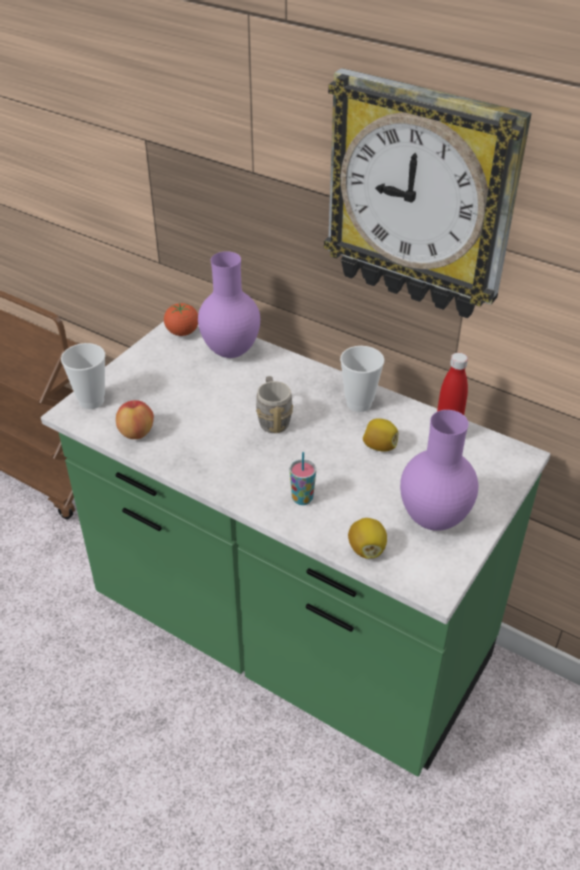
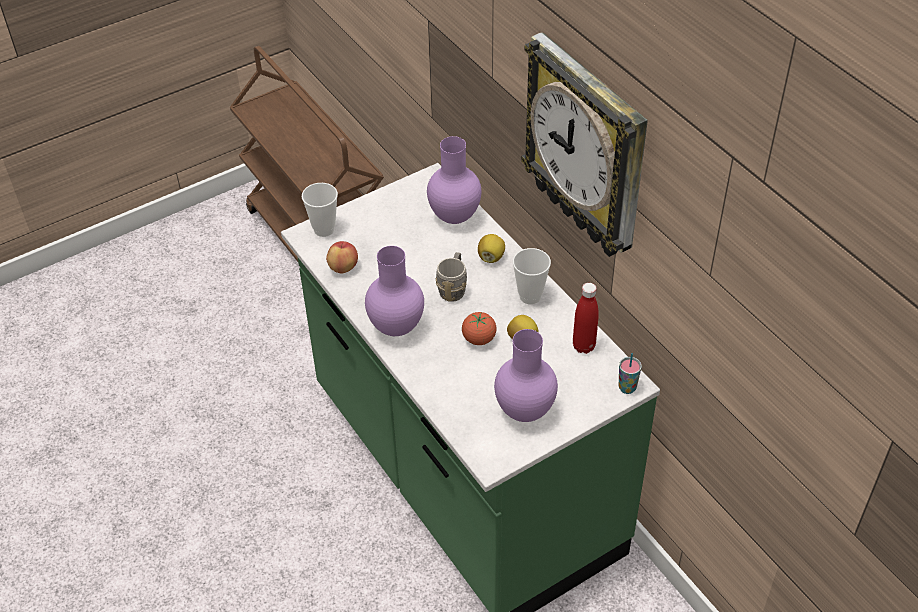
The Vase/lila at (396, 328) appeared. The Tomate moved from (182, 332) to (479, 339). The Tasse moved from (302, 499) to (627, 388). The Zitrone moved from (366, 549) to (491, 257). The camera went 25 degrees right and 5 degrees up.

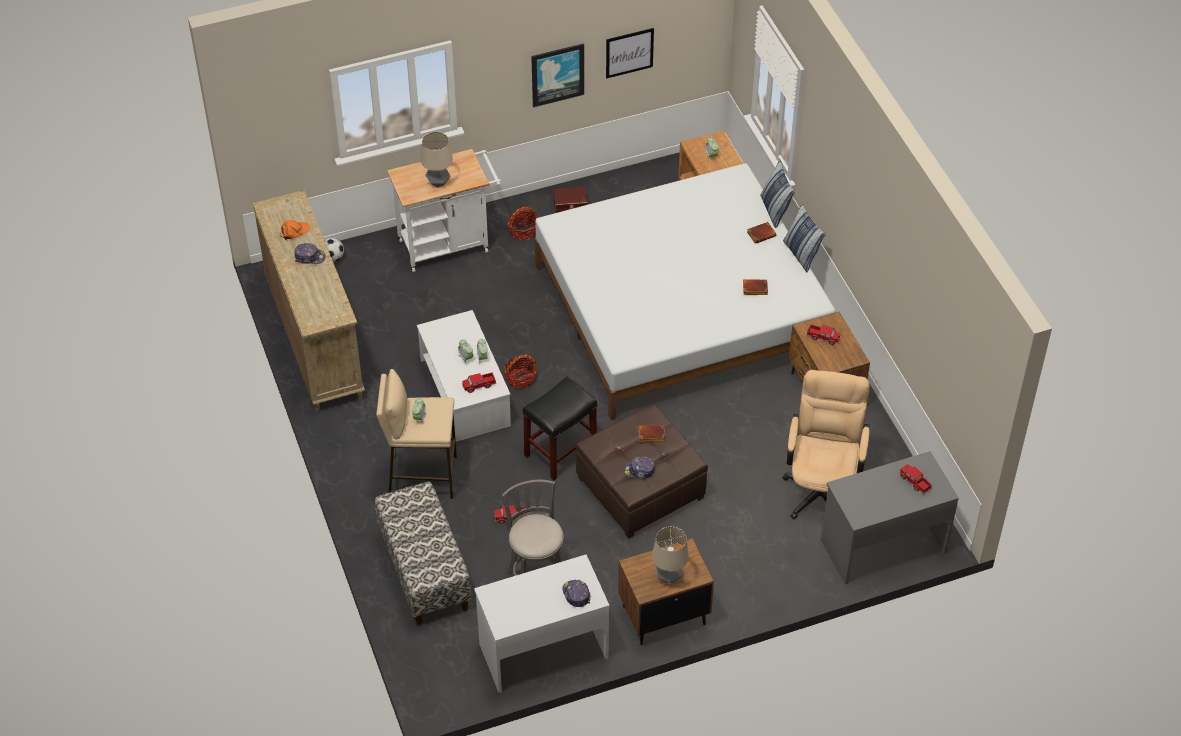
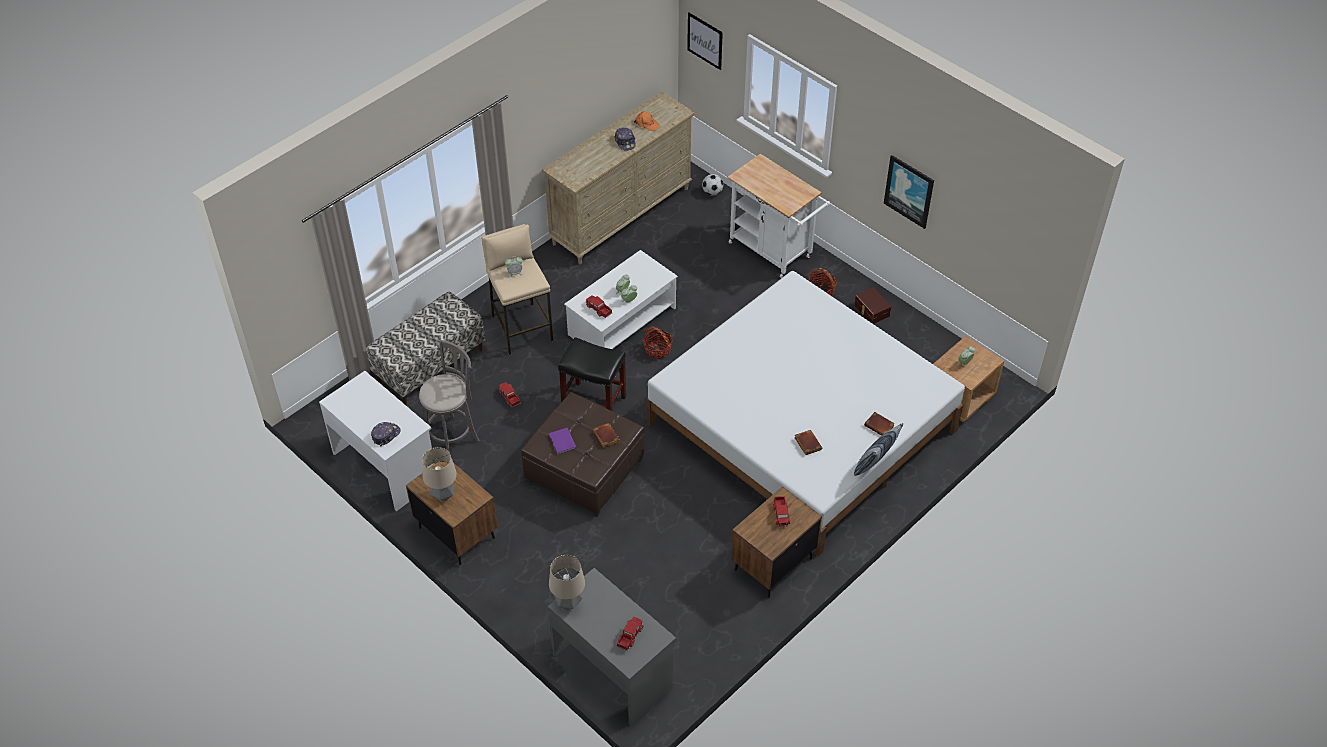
The Kissen at (775, 210) disappeared. The Bürostuhl/beige at (822, 486) disappeared. The Tischlampe moved from (438, 182) to (568, 603). The Bild moved from (629, 52) to (705, 41). The Kappe at (639, 471) was replaced by the Buch/lila at (562, 442). The camera went 65 degrees right and 0 degrees up.

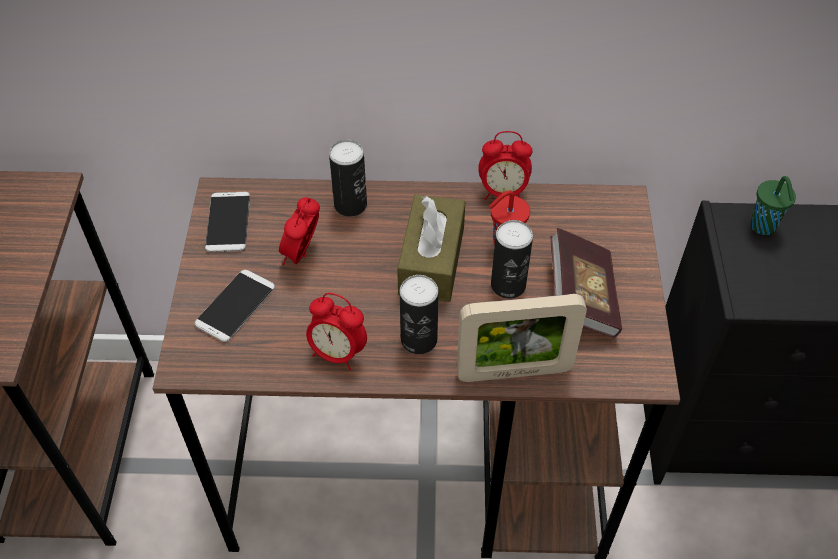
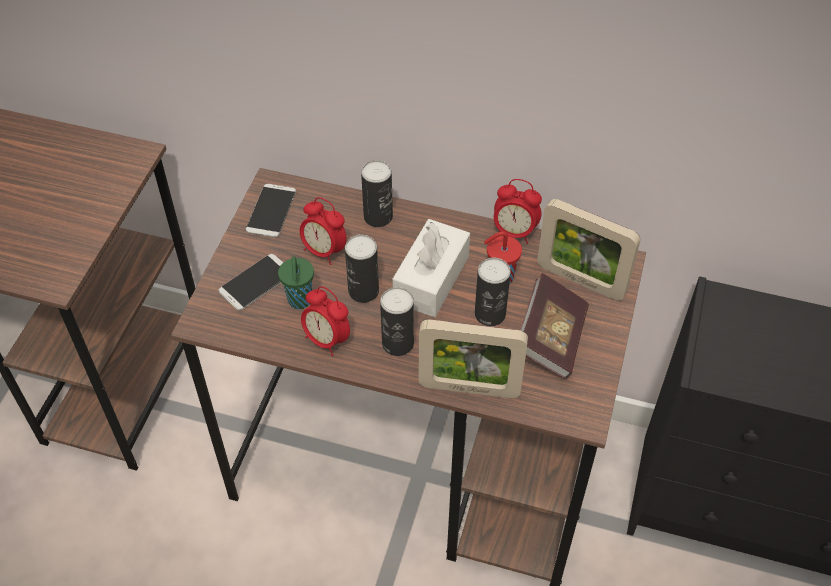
The Dose at (363, 291) appeared. The Bilderrahmen at (580, 280) appeared. The Tasse/grün moved from (763, 227) to (299, 301). The Taschentuchbox/braun at (431, 260) became the Taschentuchbox/weiß at (431, 279). The Wecker at (302, 254) turned 90 degrees counterclockwise. The camera went 15 degrees right and 0 degrees up.

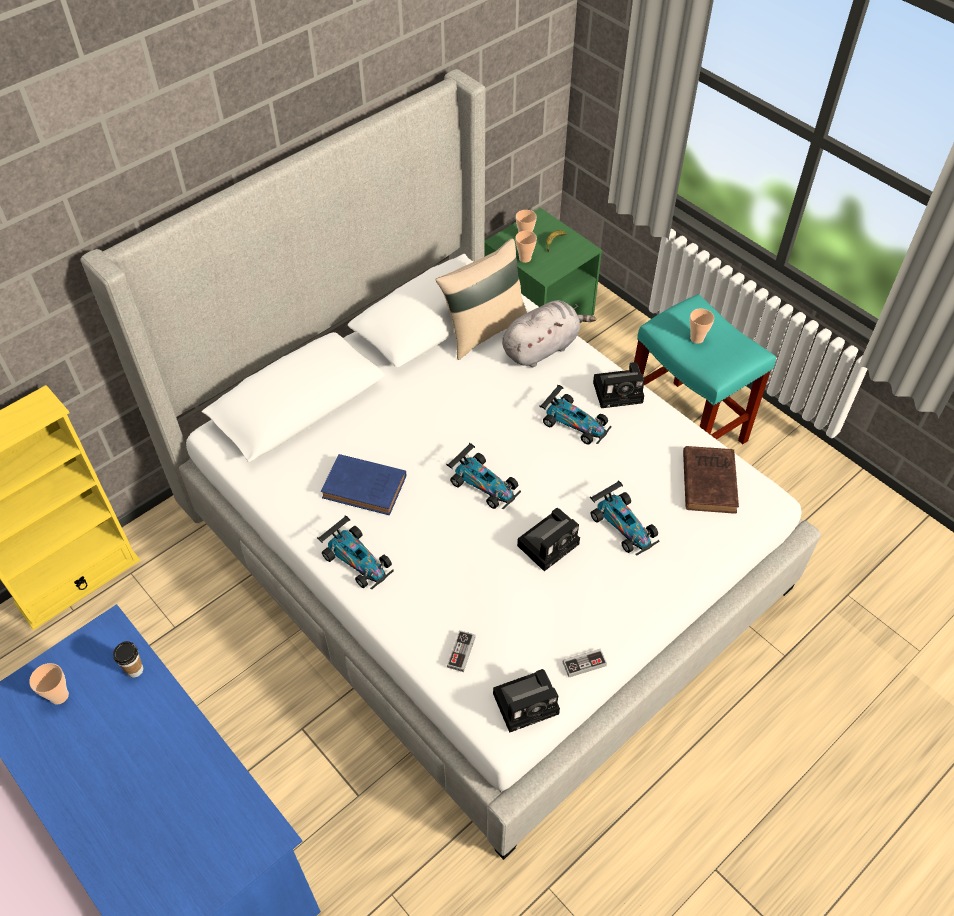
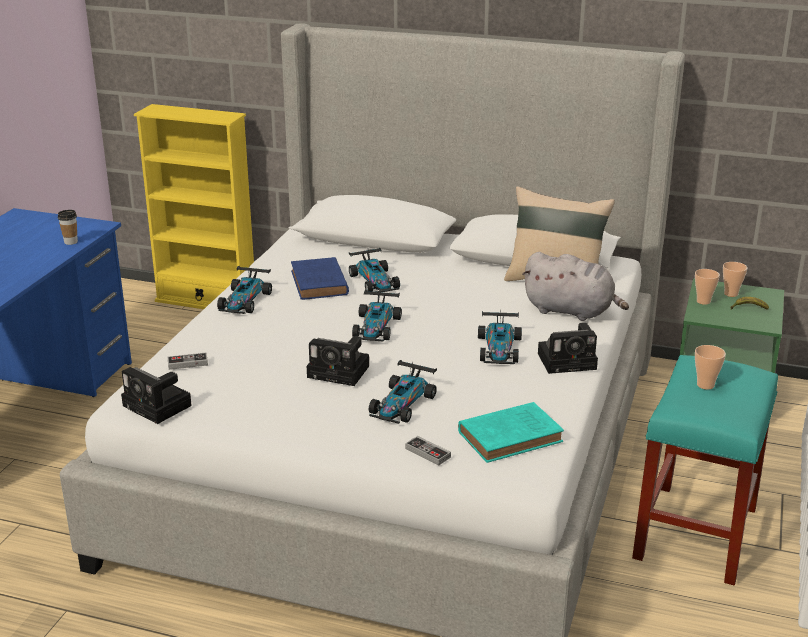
The Tasse at (59, 696) disappeared. The Spielzeugauto at (375, 281) appeared. The Gamepad moved from (584, 664) to (427, 453). The Buch/braun at (708, 481) became the Buch/türkis at (512, 436). The Kamera at (619, 392) turned 60 degrees counterclockwise. The camera went 60 degrees right and 25 degrees down.

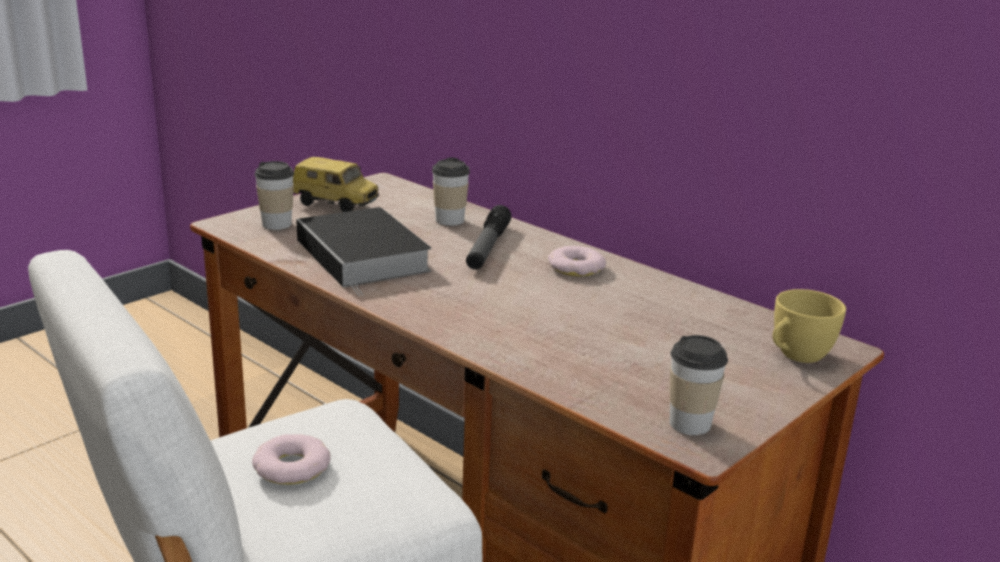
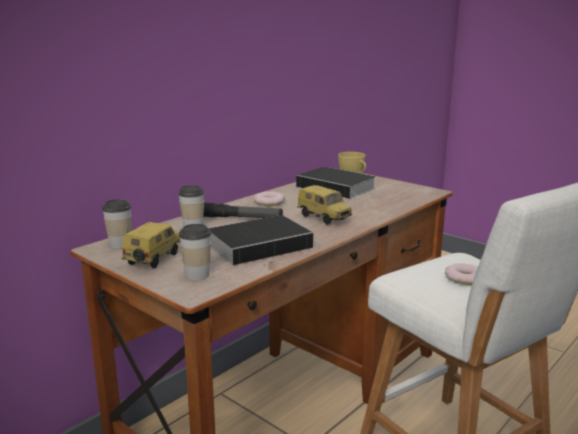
The Buch at (338, 188) appeared. The Spielzeugauto at (324, 218) appeared. The Tasse moved from (690, 423) to (120, 244). The camera went 90 degrees left and 5 degrees down.

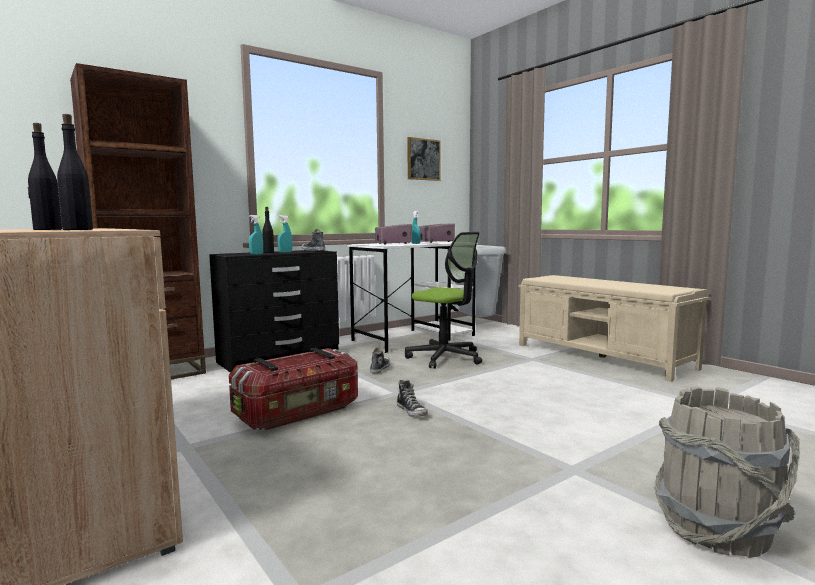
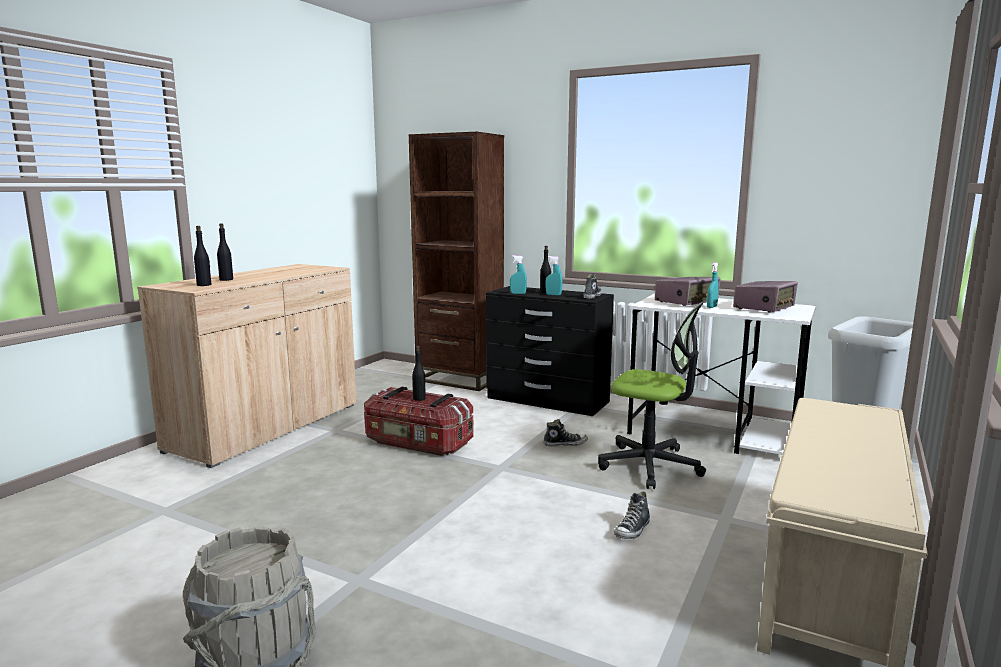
The Bild at (423, 159) disappeared. The Flasche/schwarz at (419, 399) appeared. The Schuh moved from (412, 411) to (632, 530). The Bürostuhl at (445, 358) turned 75 degrees counterclockwise. The camera went 65 degrees right and 5 degrees up.

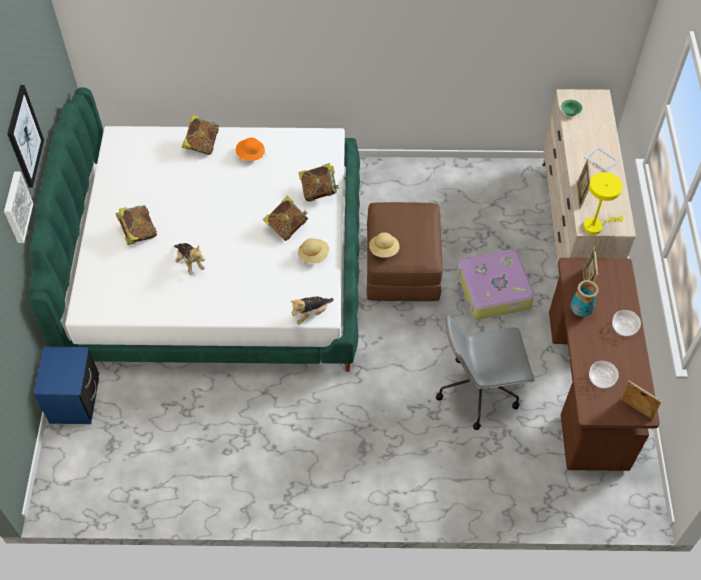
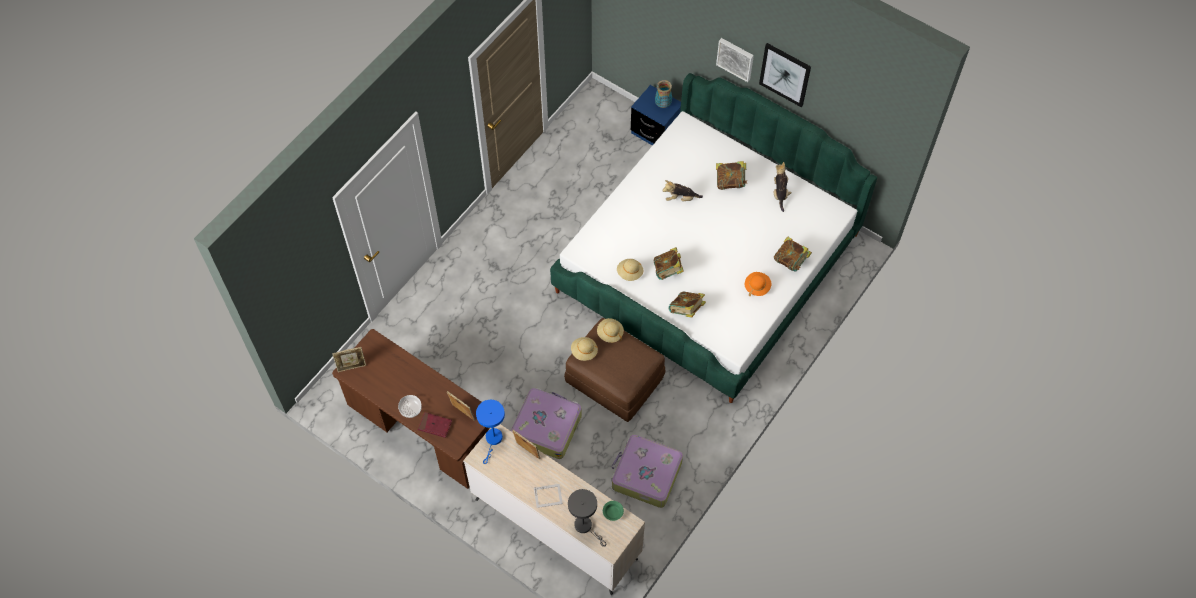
The Bürostuhl/grau at (479, 391) disappeared. The Schüssel at (601, 379) disappeared. The Buch/rot at (435, 425) appeared. The Tischlampe/grau at (585, 527) appeared. The Hut/beige at (584, 352) appeared. The Koffer at (645, 475) appeared. The Plüschtier moved from (311, 313) to (780, 193). The Vase moved from (580, 311) to (663, 104). The Tischlampe/gelb at (595, 226) became the Tischlampe/blau at (493, 440). The camera went 125 degrees right and 5 degrees up.

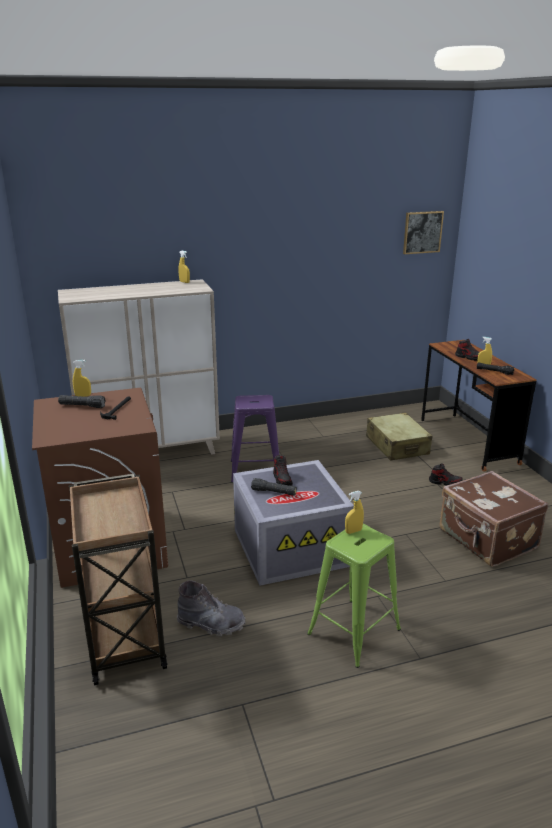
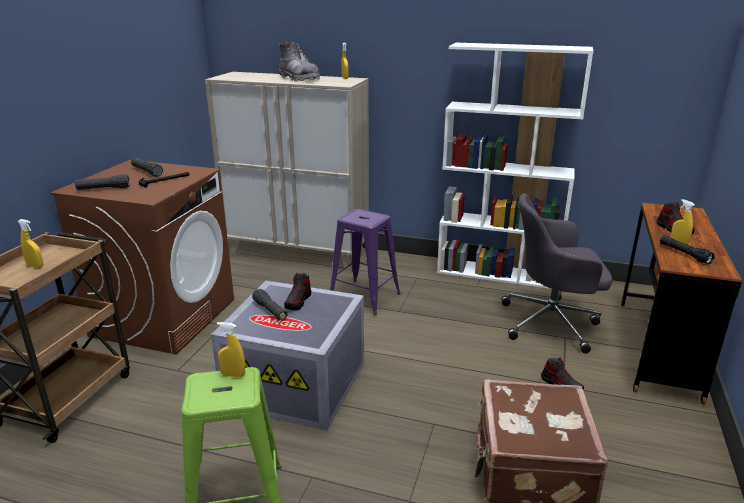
The Bild at (422, 232) disappeared. The Taschenlampe/schwarz at (103, 189) appeared. The Bücherregal/weiß at (498, 273) appeared. The Sprühflasche/gelb moved from (83, 396) to (35, 266). The Stiefel/grau moved from (211, 624) to (299, 79). The Koffer/beige at (397, 445) was replaced by the Bürostuhl/grau at (552, 323). The camera went 35 degrees right and 0 degrees up.

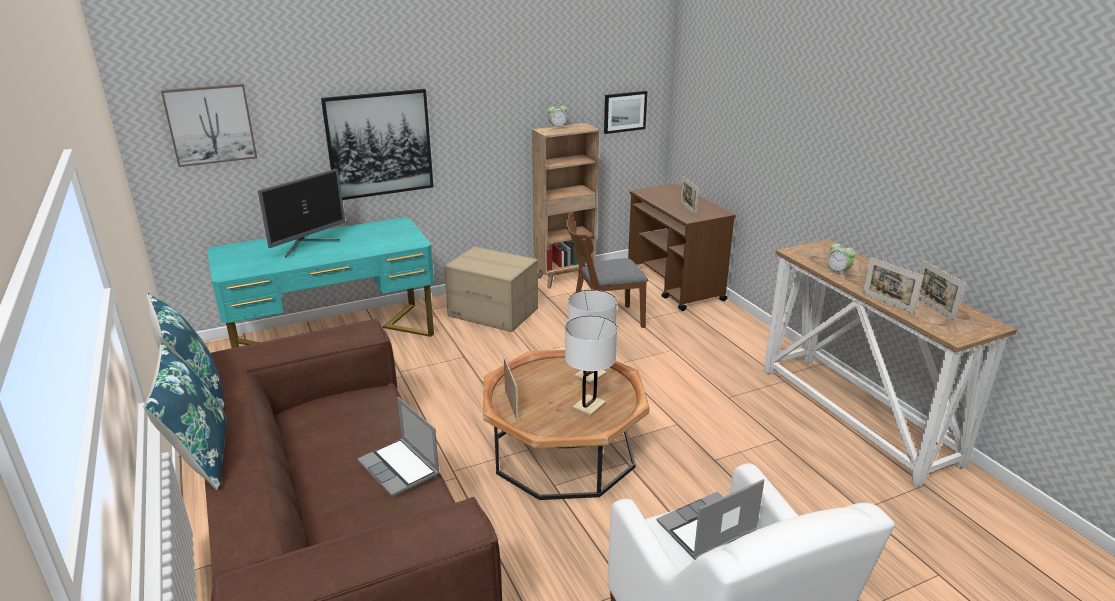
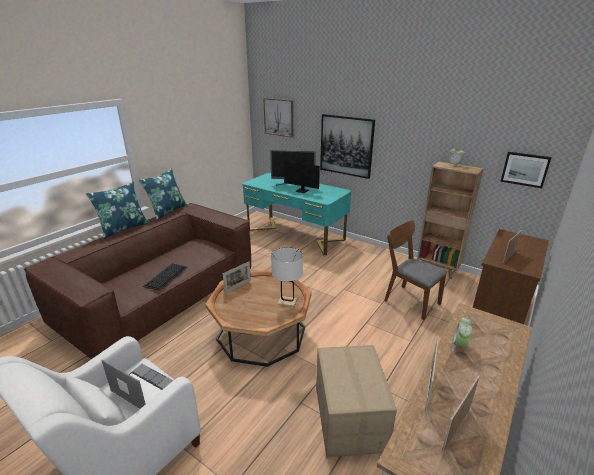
The Tischlampe/weiß at (589, 406) disappeared. The Monitor at (303, 191) appeared. The Karton moved from (493, 312) to (350, 418). The Laptop at (400, 468) was replaced by the Tastatur at (165, 276). The camera went 60 degrees right and 0 degrees up.

